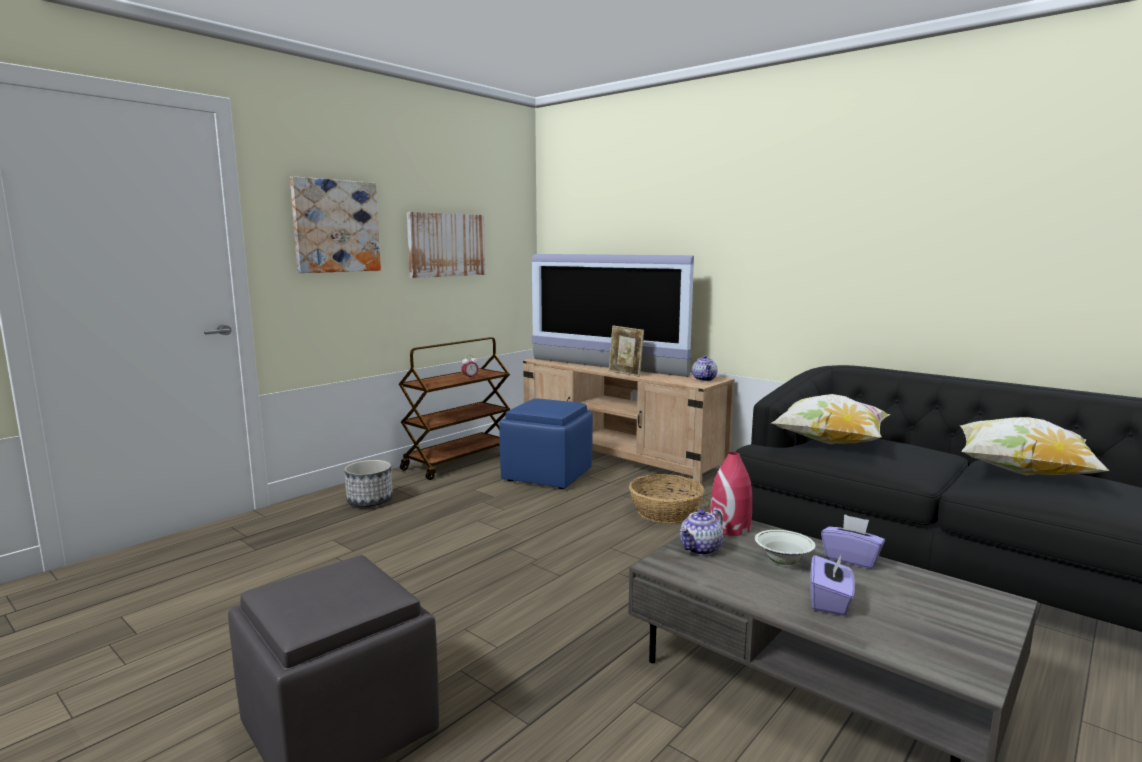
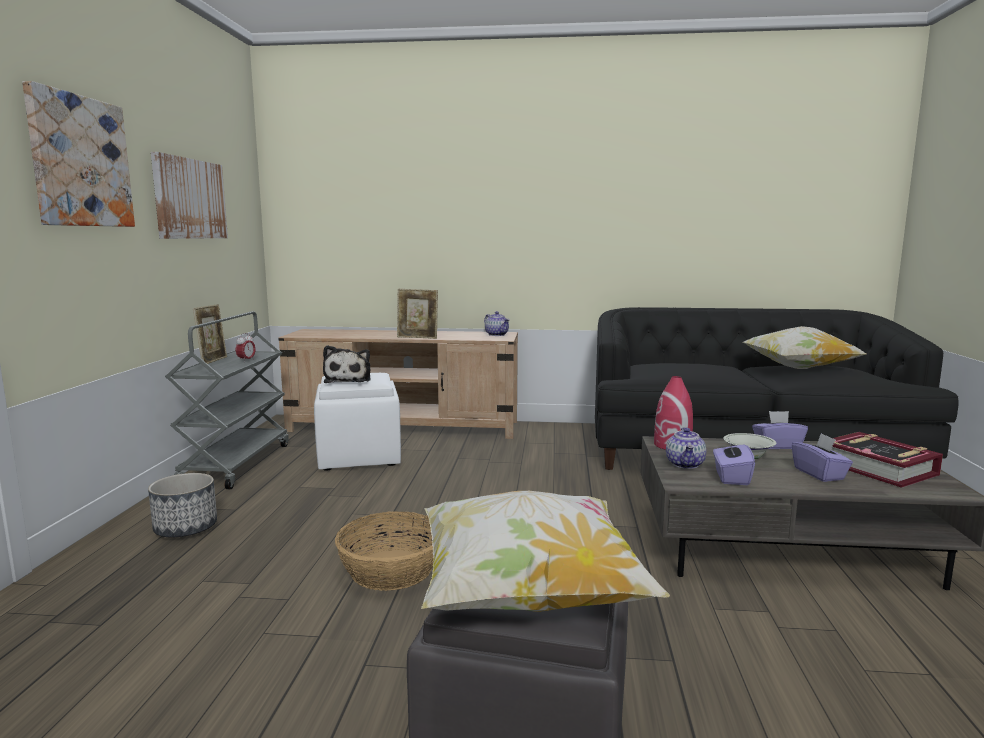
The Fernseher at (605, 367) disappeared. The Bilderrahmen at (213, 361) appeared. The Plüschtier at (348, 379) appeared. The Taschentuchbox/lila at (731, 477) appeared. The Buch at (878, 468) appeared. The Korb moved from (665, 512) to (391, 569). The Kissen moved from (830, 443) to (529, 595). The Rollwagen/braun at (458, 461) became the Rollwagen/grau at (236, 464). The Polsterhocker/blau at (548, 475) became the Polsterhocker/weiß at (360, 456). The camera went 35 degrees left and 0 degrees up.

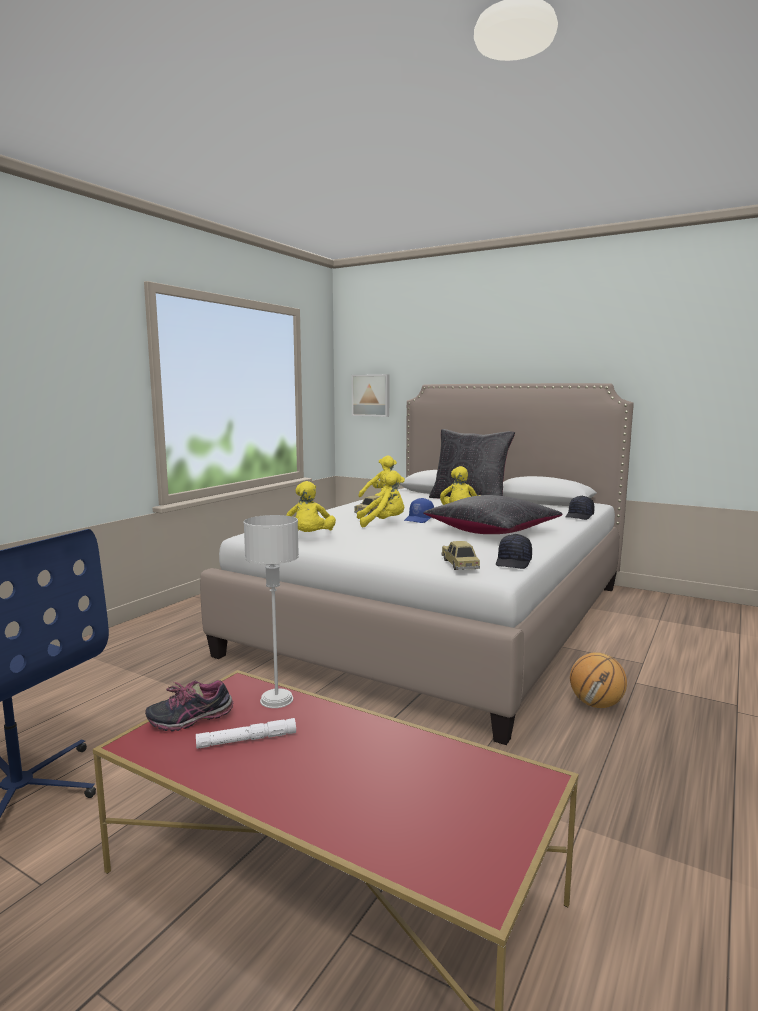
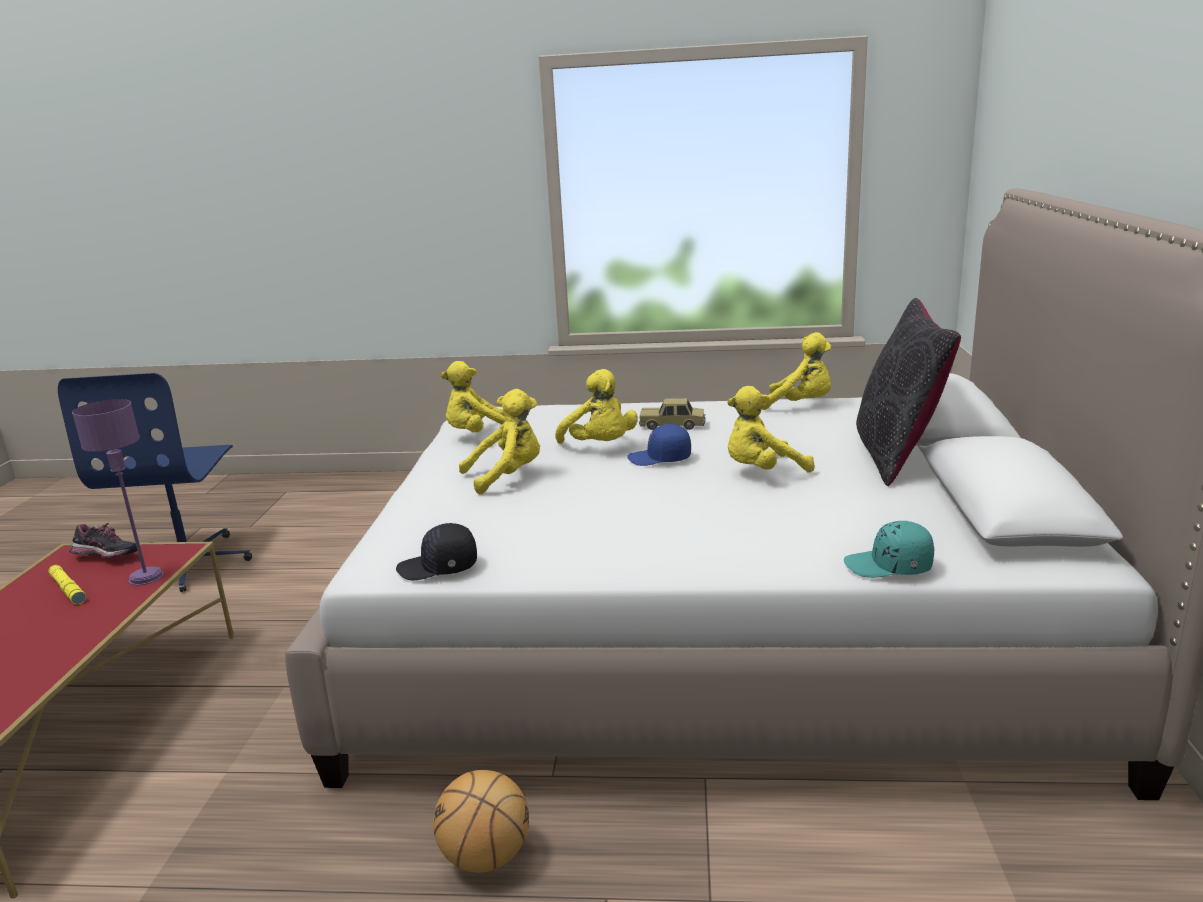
The Bild at (371, 395) disappeared. The Kissen/schwarz at (491, 531) disappeared. The Spielzeugauto at (459, 565) disappeared. The Plüschtier/gelb at (507, 476) appeared. The Taschenlampe/weiß at (246, 740) became the Taschenlampe/gelb at (68, 589). The Tischlampe/grau at (276, 699) became the Tischlampe/lila at (147, 577). The Kappe/schwarz at (580, 516) became the Kappe/türkis at (889, 566). The Schuh at (191, 720) turned 150 degrees clockwise. The camera went 65 degrees right and 10 degrees up.

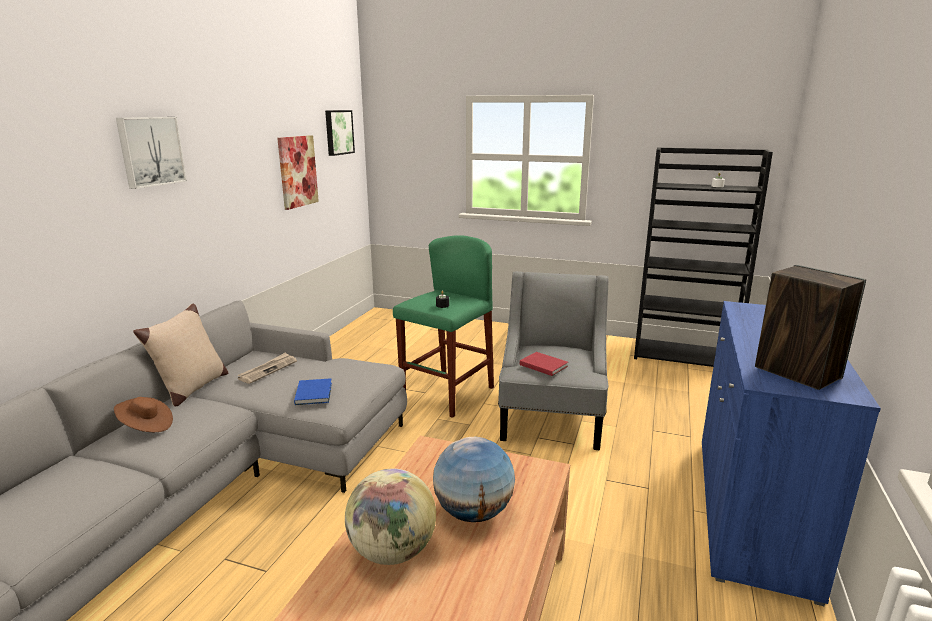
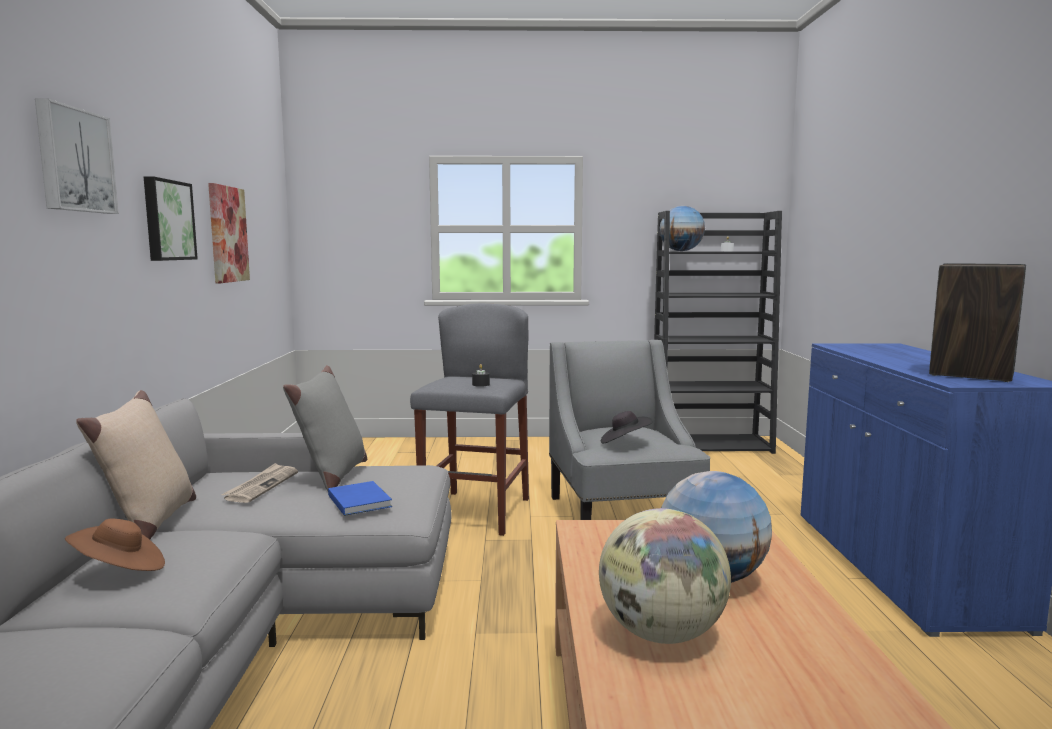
The Kissen/grau at (332, 476) appeared. The Globus at (681, 251) appeared. The Bild moved from (338, 132) to (167, 220). The Buch/rot at (543, 365) was replaced by the Hut/schwarz at (624, 442). The Hocker/grün at (447, 393) became the Hocker/grau at (476, 512). The camera went 20 degrees left and 10 degrees down.

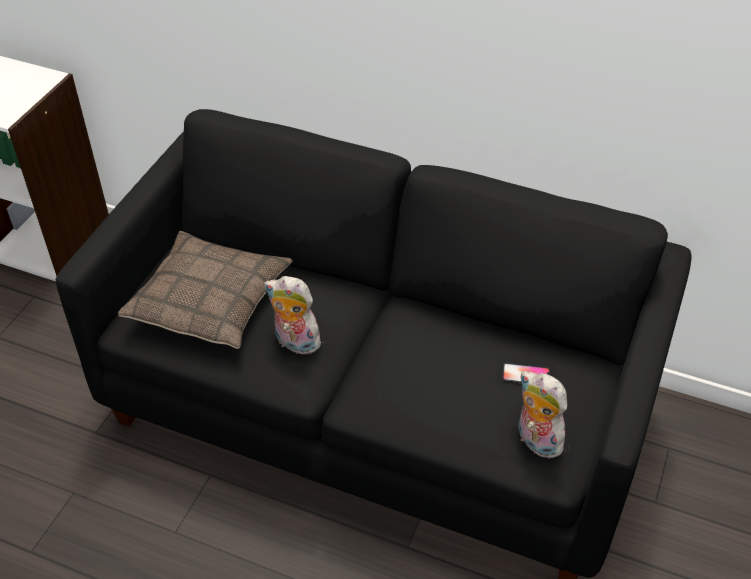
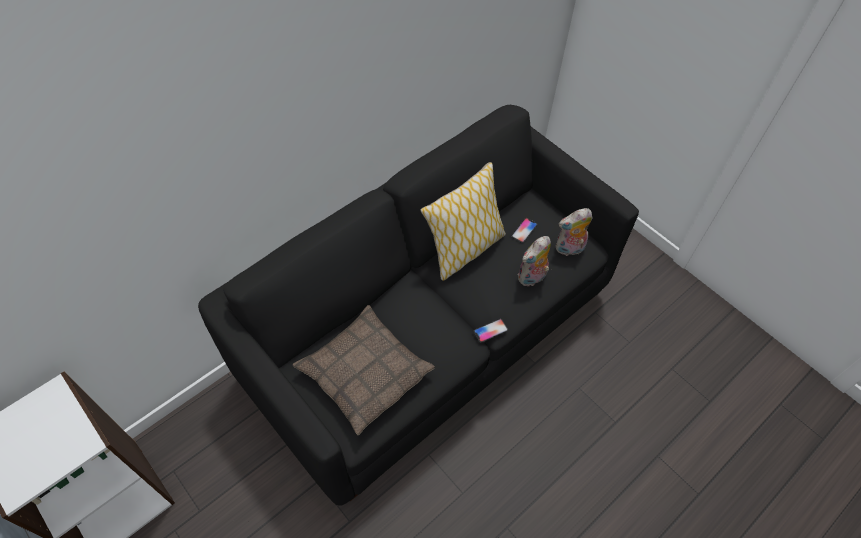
The Kissen at (464, 250) appeared. The Handy at (490, 331) appeared. The Plüschtier moved from (294, 343) to (532, 278). The camera went 65 degrees left and 10 degrees up.

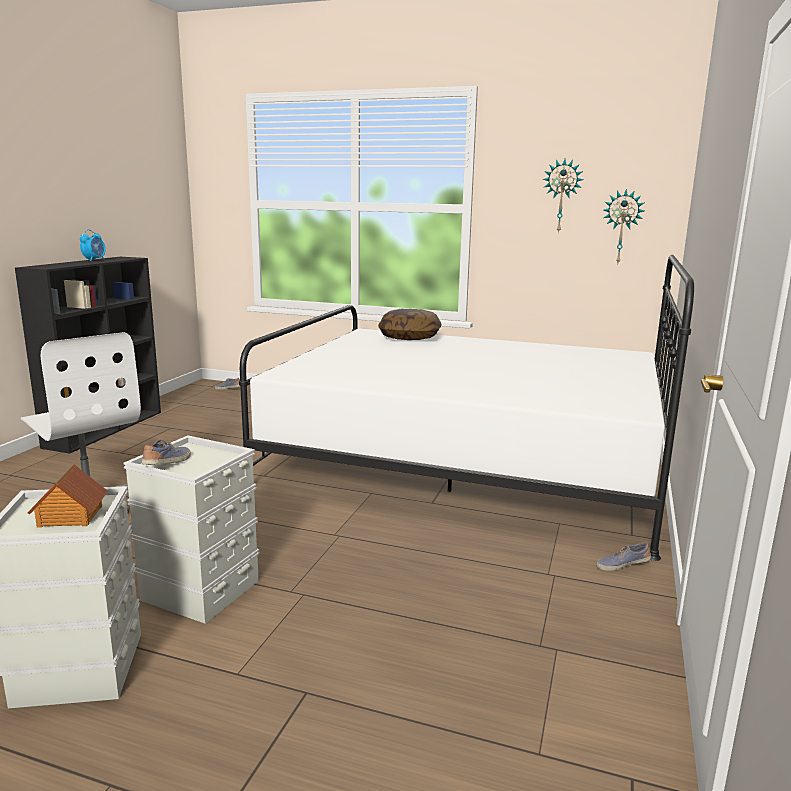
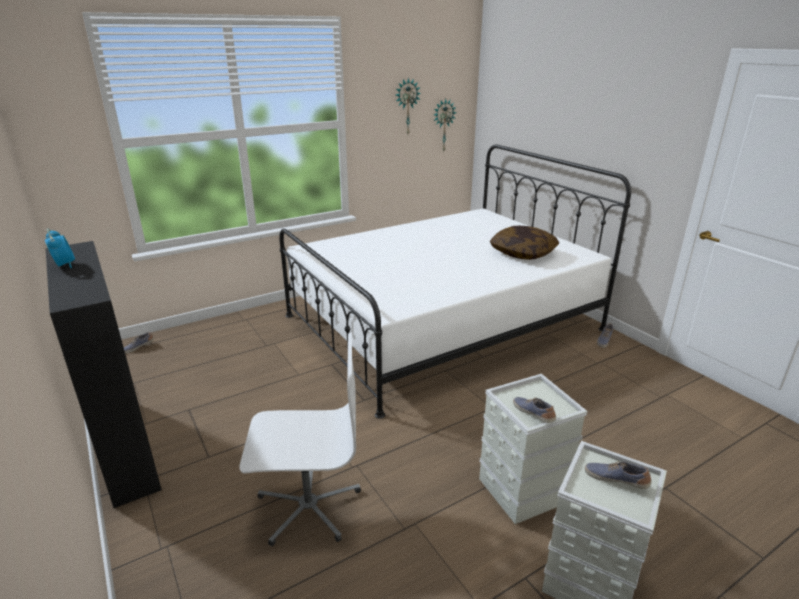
The Kissen moved from (410, 337) to (523, 253). The Spielzeughaus at (70, 516) was replaced by the Schuh at (616, 479). The camera went 50 degrees left and 10 degrees up.

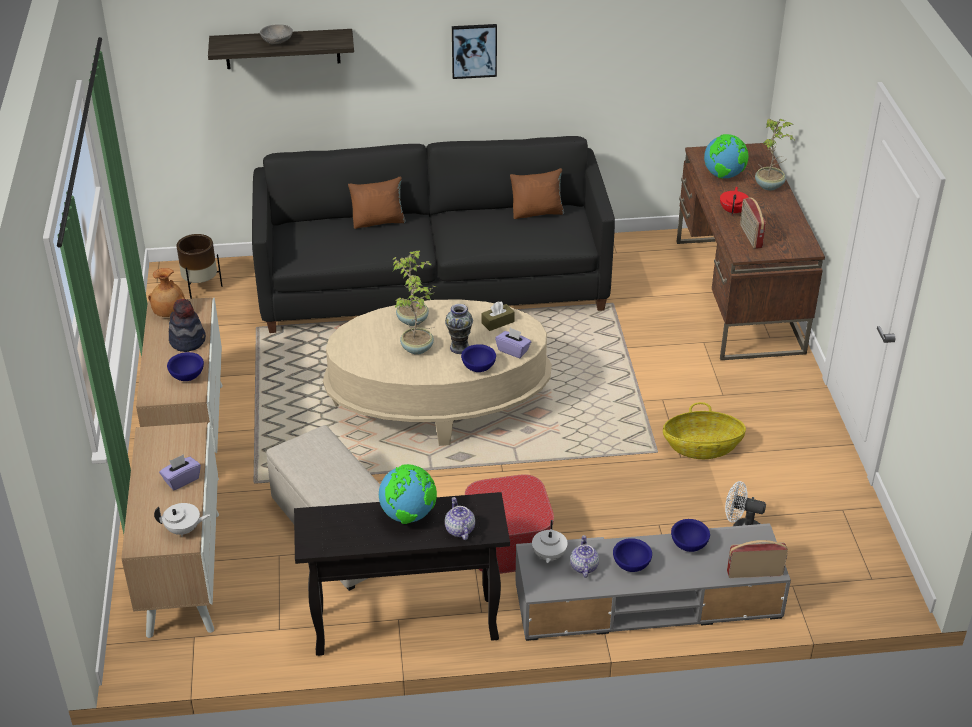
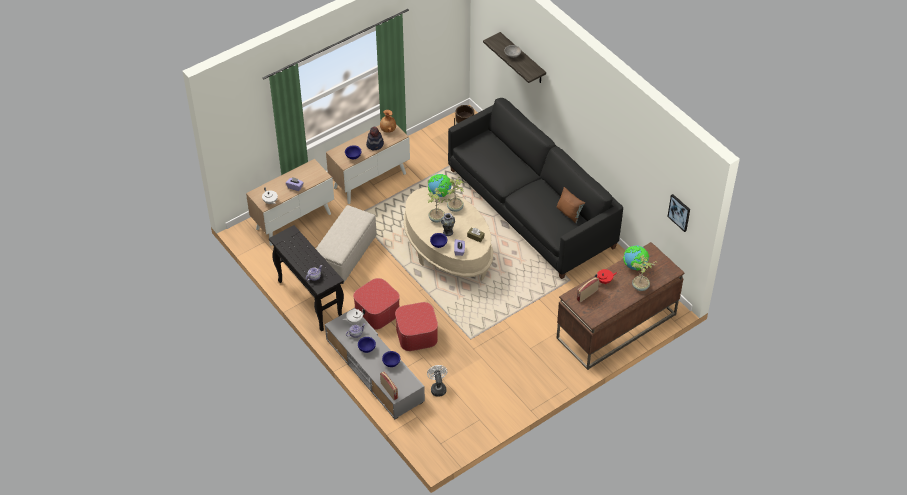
The Kissen/braun at (378, 221) disappeared. The Korb at (702, 447) disappeared. The Polsterhocker at (416, 334) appeared. The Globus moved from (408, 515) to (440, 194). The Bild moved from (474, 50) to (679, 212). The camera went 60 degrees right and 10 degrees up.

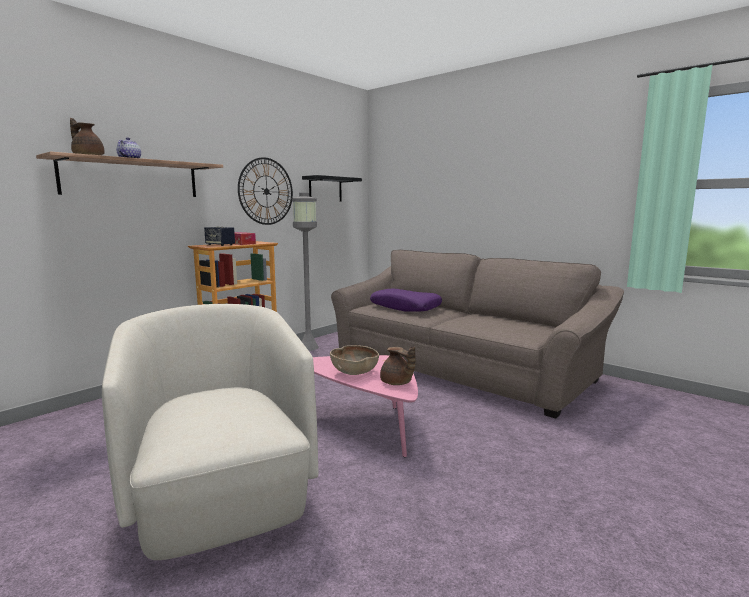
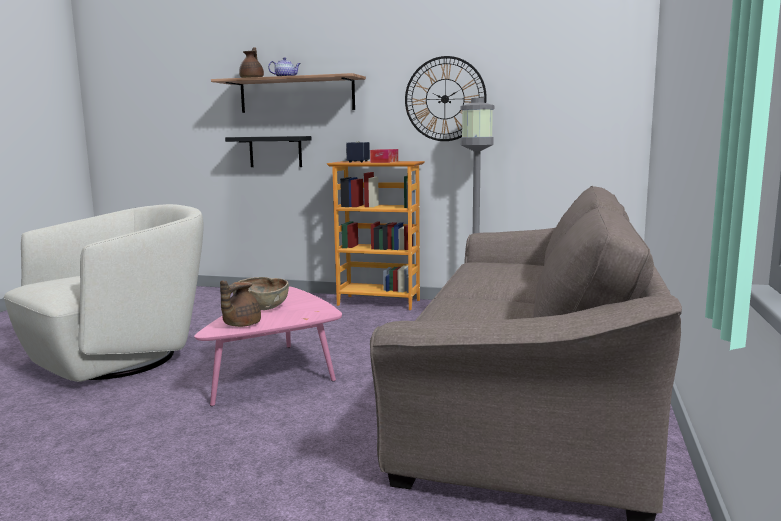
The Kissen/lila at (405, 307) disappeared. The Wandregal/schwarz moved from (325, 189) to (275, 151). The camera went 65 degrees right and 0 degrees up.

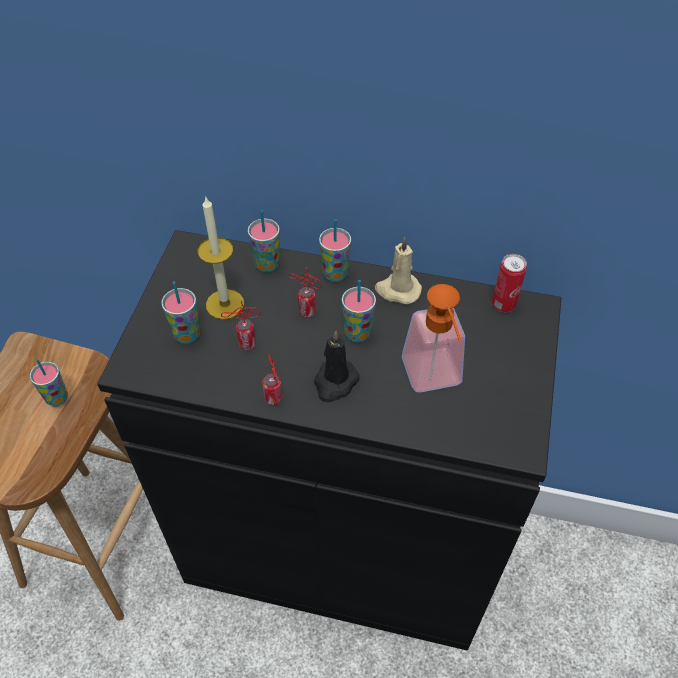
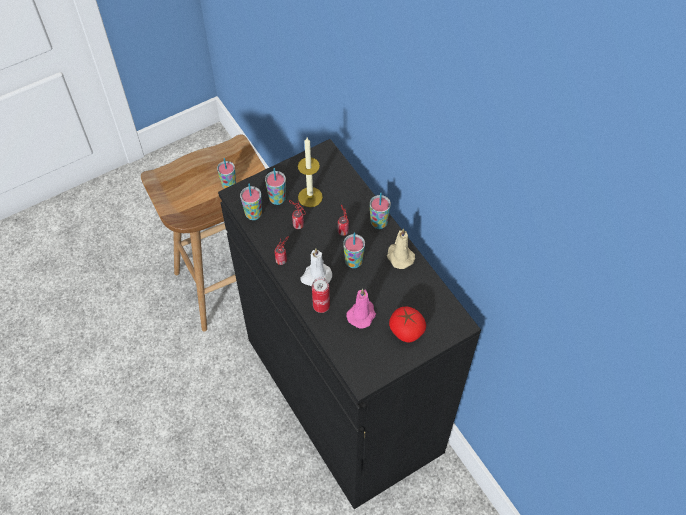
The Tomate at (406, 331) appeared. The Tasse moved from (267, 265) to (253, 214). The Dose moved from (503, 304) to (321, 306). The Seifenspender at (434, 380) was replaced by the Kerze/rosa at (362, 314). The Kerze/schwarz at (335, 382) became the Kerze/weiß at (316, 276). The camera went 45 degrees right and 5 degrees up.

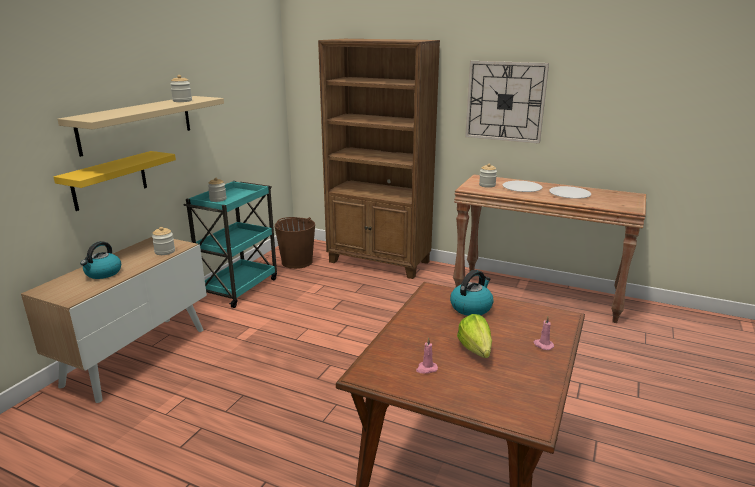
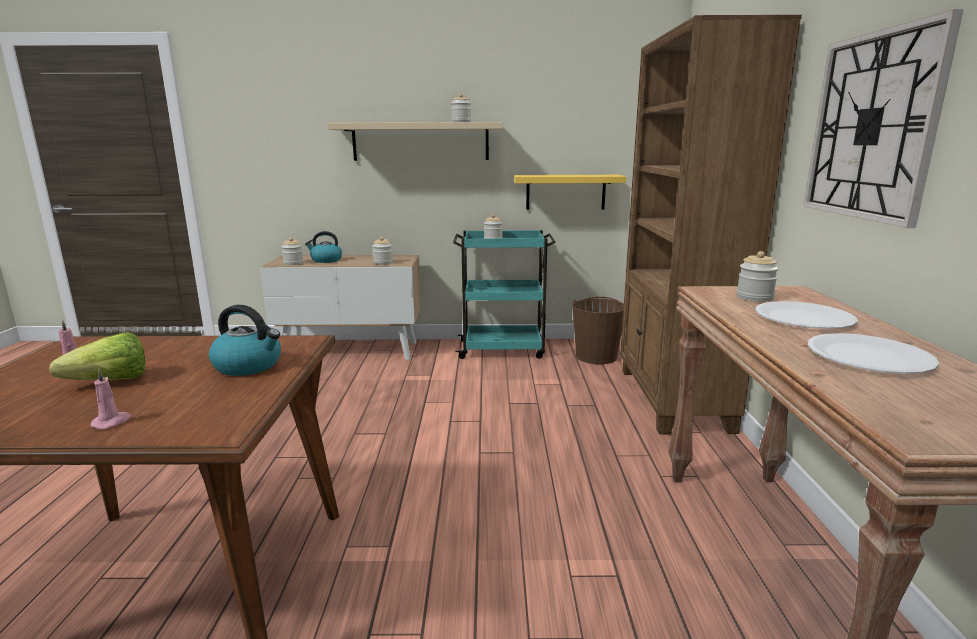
The Vorratsglas at (293, 263) appeared. The Wandregal/gelb moved from (109, 180) to (565, 192). The camera went 65 degrees right and 5 degrees down.

